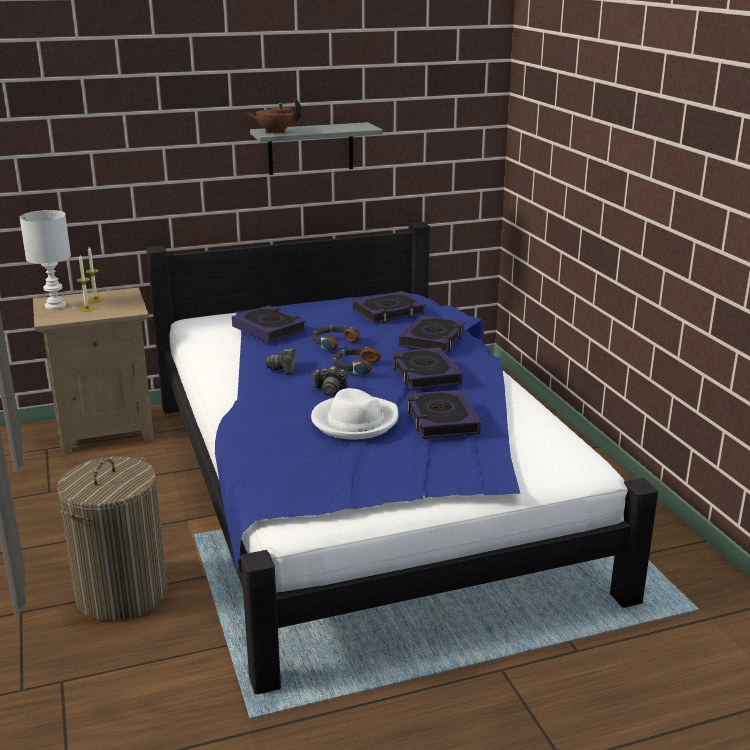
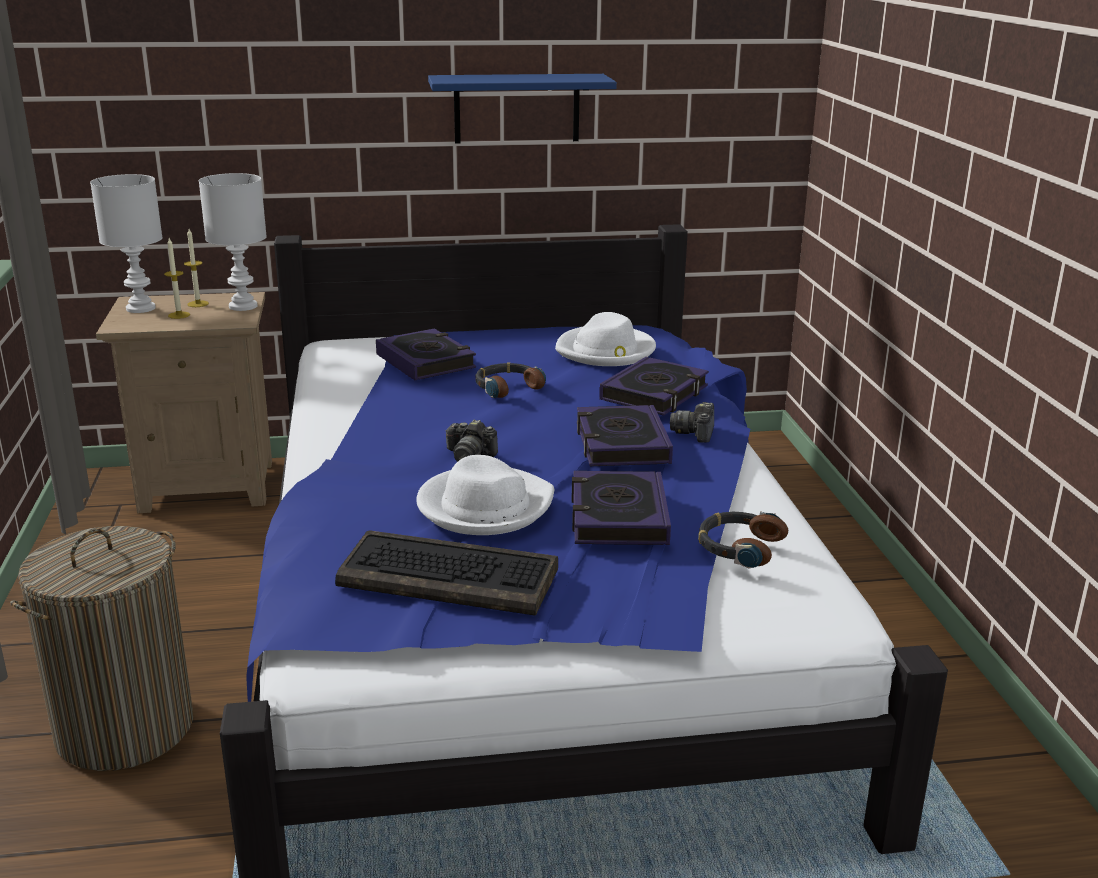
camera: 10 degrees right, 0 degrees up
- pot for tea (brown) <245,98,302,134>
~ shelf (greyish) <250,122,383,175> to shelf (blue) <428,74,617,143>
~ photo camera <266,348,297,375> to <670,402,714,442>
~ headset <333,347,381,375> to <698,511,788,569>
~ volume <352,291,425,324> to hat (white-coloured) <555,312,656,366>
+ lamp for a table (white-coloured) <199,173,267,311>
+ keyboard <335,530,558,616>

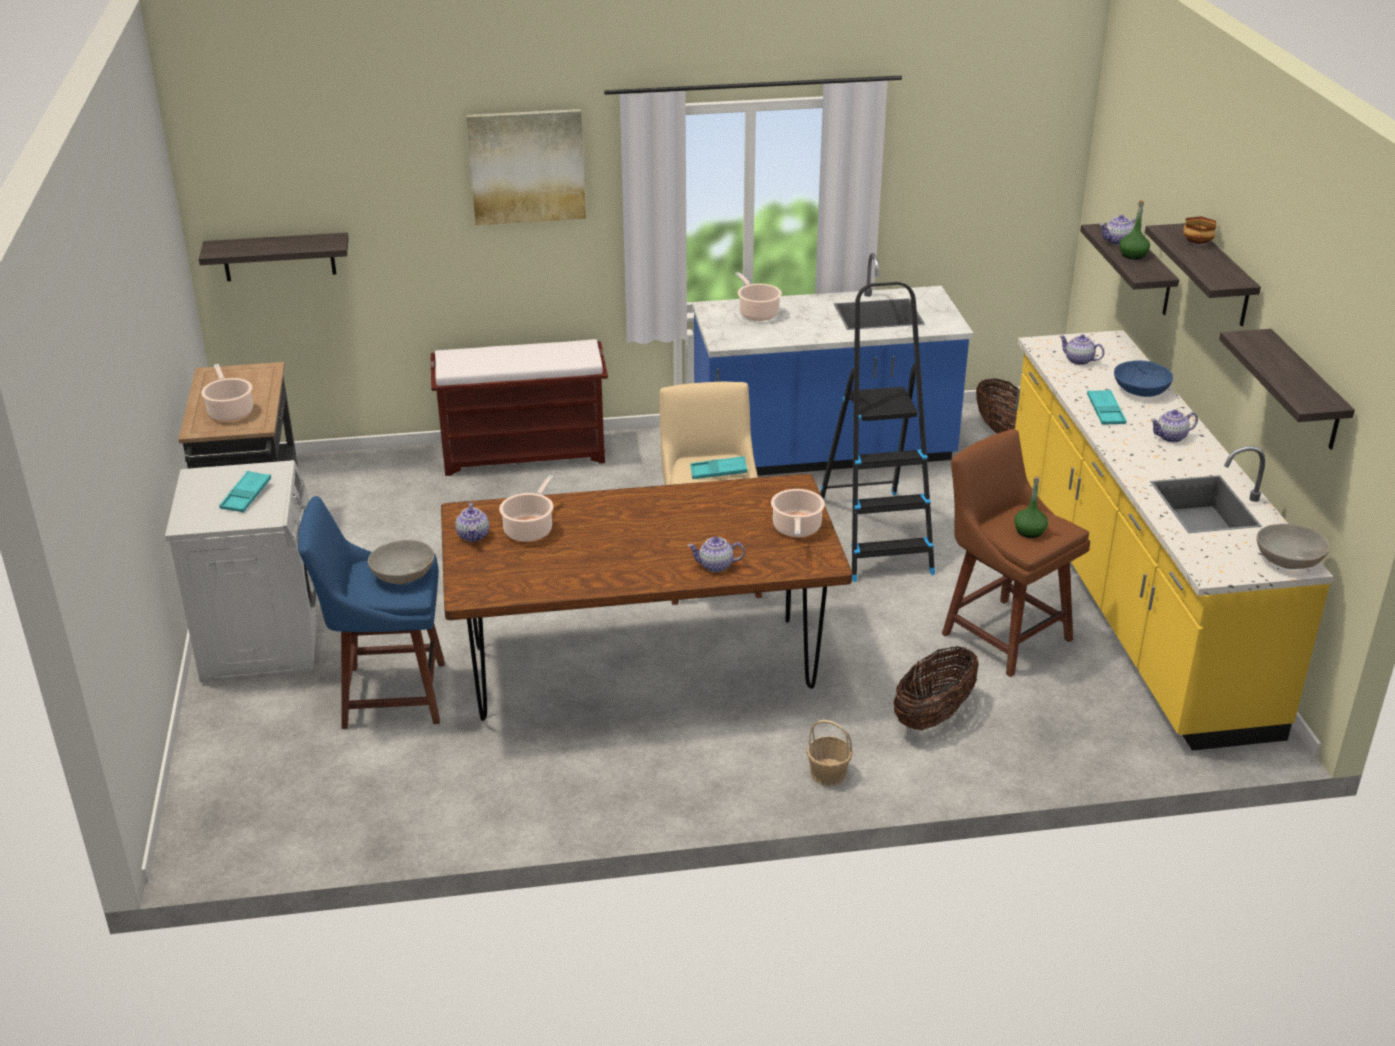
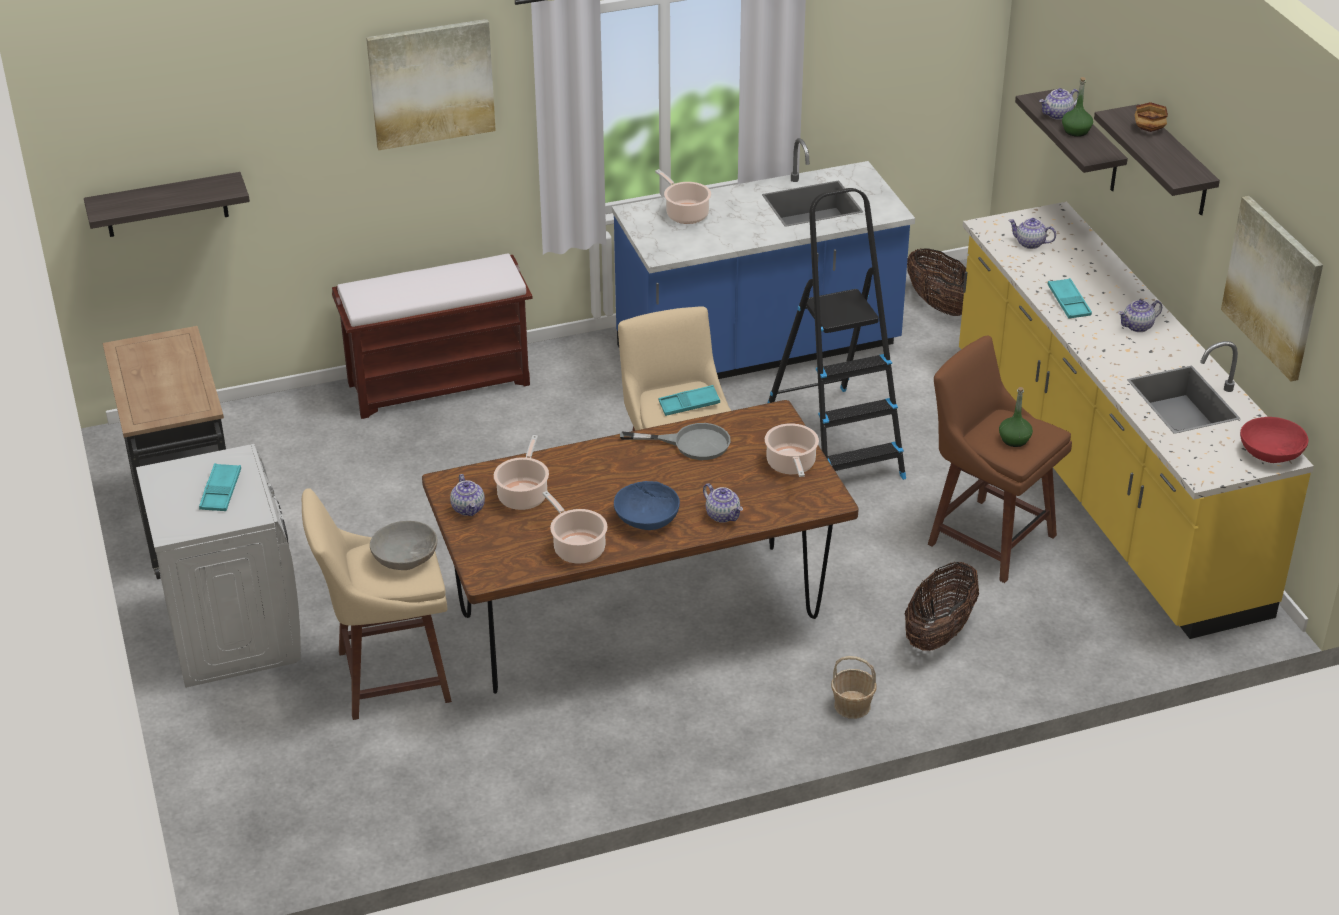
camera: 10 degrees left, 5 degrees up
~ saucepot <201,364,253,421> to <543,491,608,564>
~ stool (blue) <298,496,445,729> to stool (beige-coloured) <302,488,452,720>
~ pot for tea <688,537,745,572> = <703,483,743,523> 120 degrees counterclockwise
~ serving bowl (blue) <1114,360,1173,397> to <614,481,680,530>
~ shelf <1219,329,1355,449> to wall picture <1221,196,1323,381>
~ serving bowl (greyish) <1257,524,1329,569> to serving bowl (red) <1240,417,1309,463>
+ skillet (greyish) <620,423,731,460>

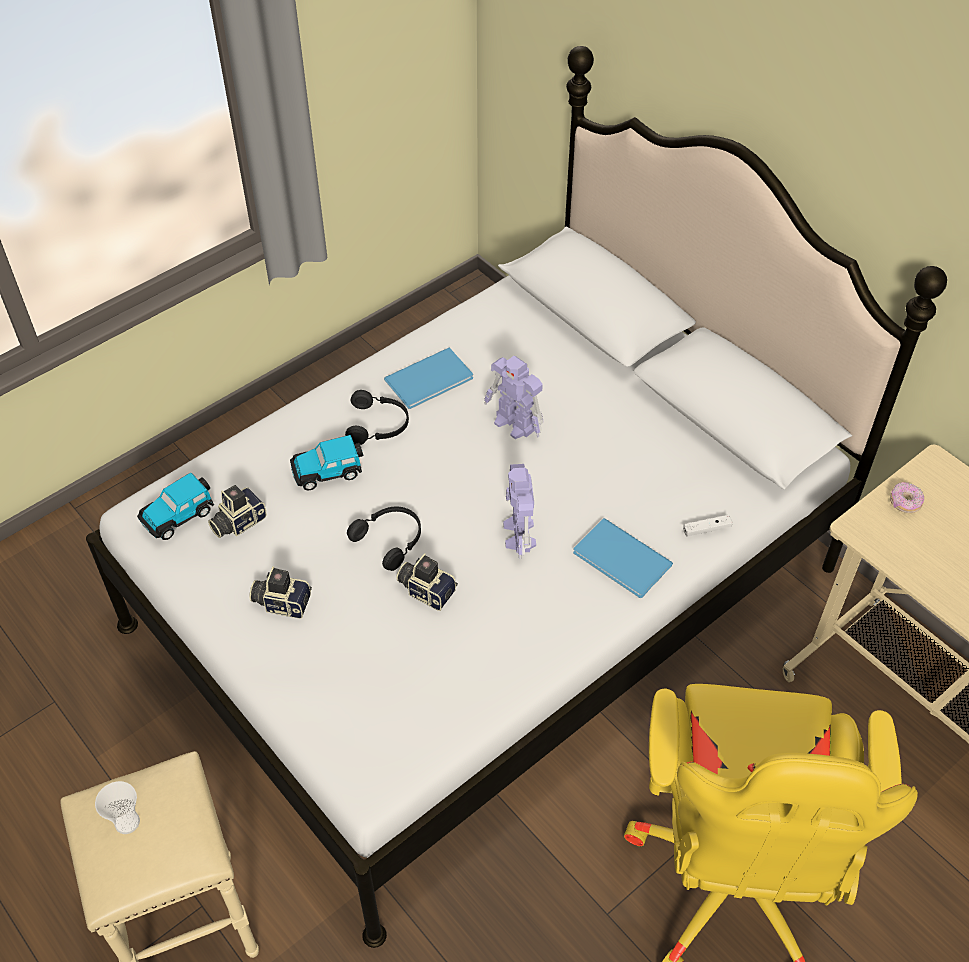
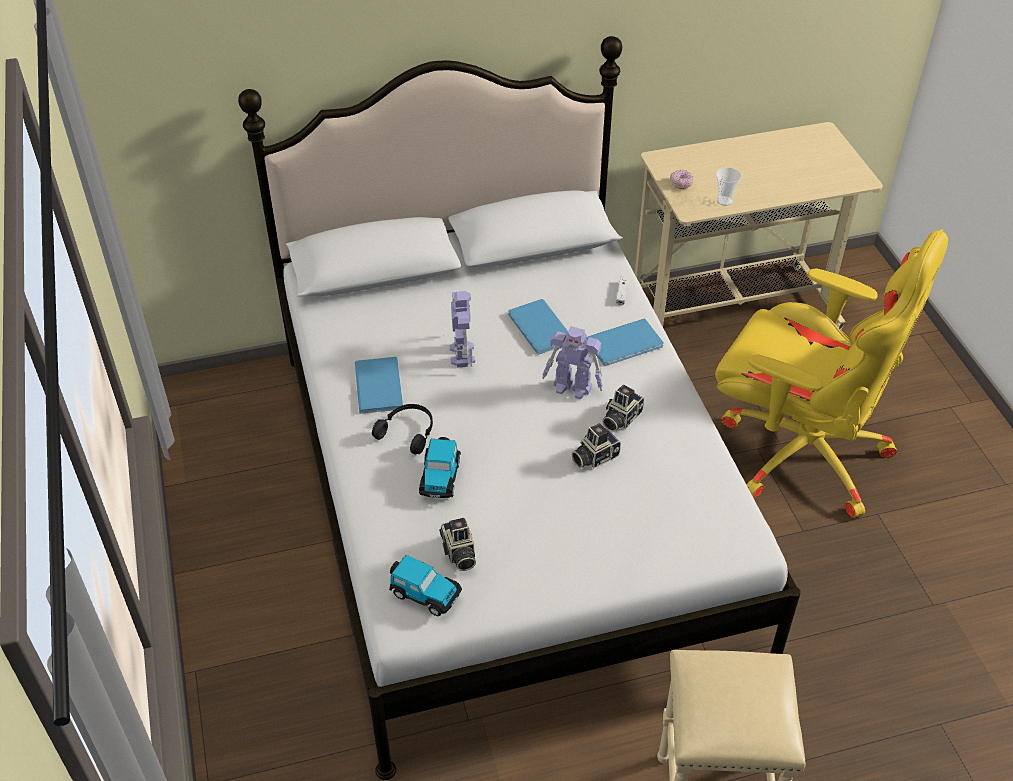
camera: 65 degrees left, 5 degrees down
~ drinking cup <95,781,140,834> to <716,167,742,206>
~ model car <137,473,214,540> = <389,555,462,616> 45 degrees counterclockwise
~ photo camera <249,566,312,619> to <602,385,644,432>
- headset (black) <347,507,421,571>
~ robot figure <484,356,544,439> = <449,291,475,367> 75 degrees counterclockwise
+ volume (blue) <508,299,568,355>

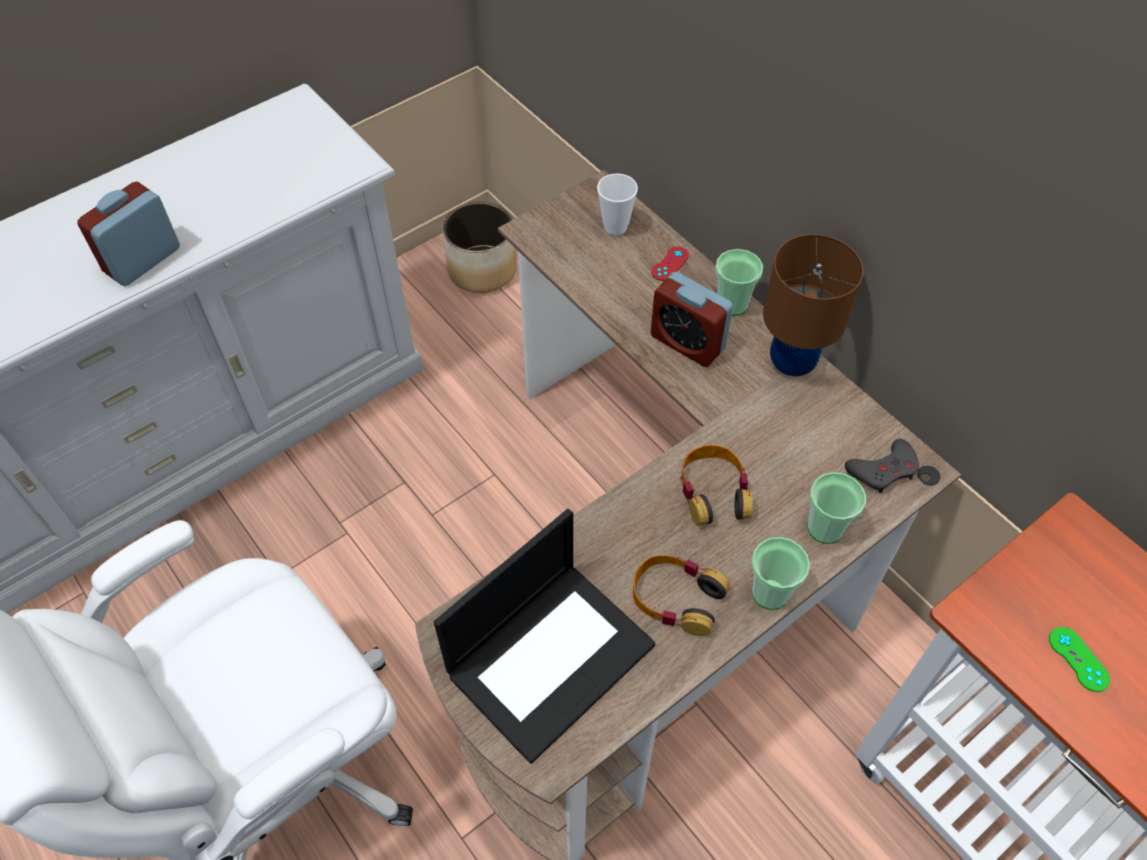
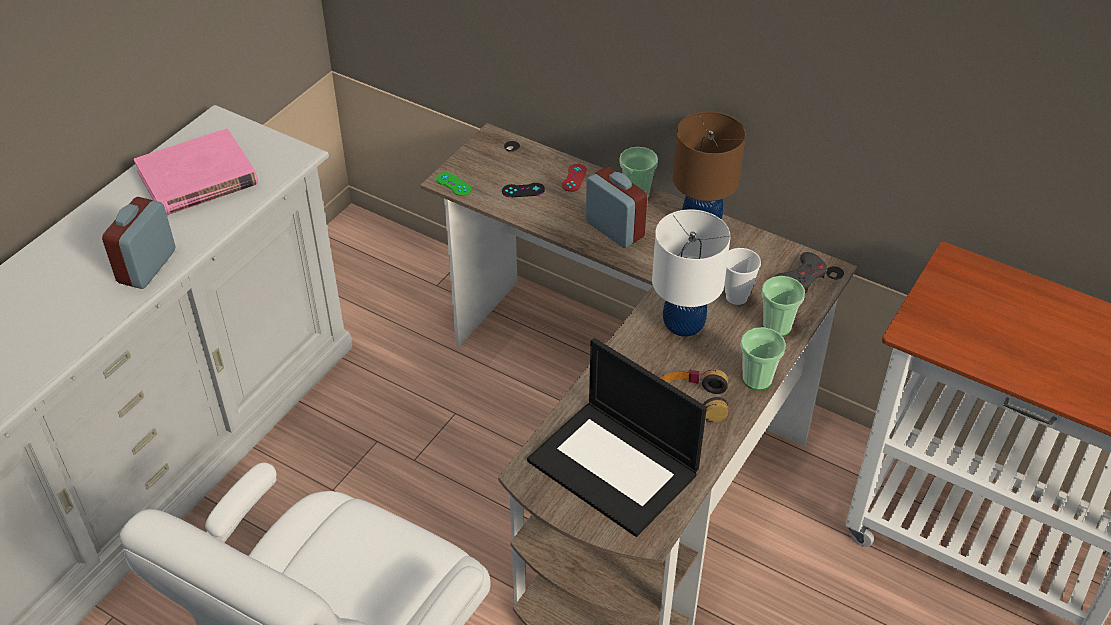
camera: 20 degrees left, 10 degrees down
~ laptop <434,509,656,764> = <527,338,707,537> 105 degrees clockwise
- flower pot <442,202,517,293>
~ drinking cup <597,174,638,235> to <725,248,761,305>
~ table clock <651,272,733,367> = <586,167,647,248> 150 degrees counterclockwise
~ headset <681,445,753,526> to lamp for a table (white-coloured) <652,209,730,337>
~ game controller (green) <1049,627,1110,692> to <436,172,472,196>
+ volume (pink) <134,128,258,215>
+ game controller (black) <502,183,545,198>

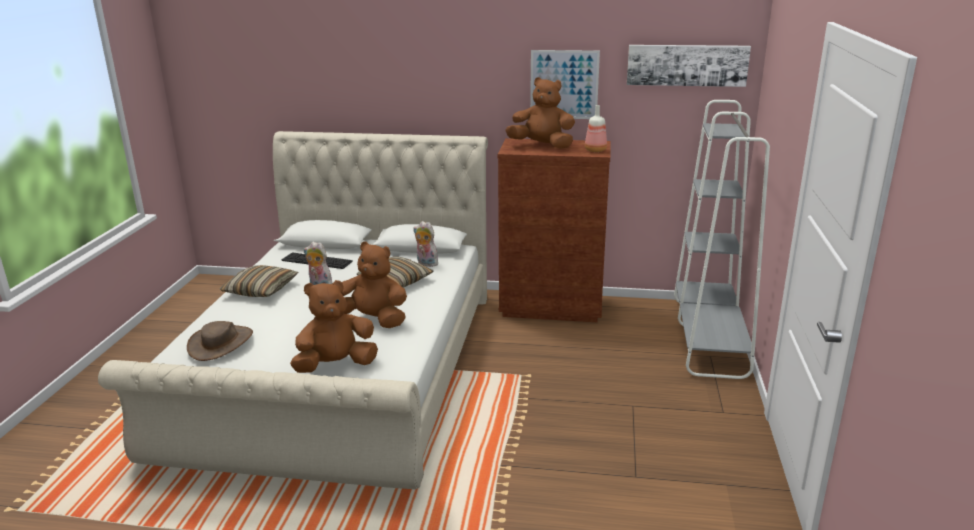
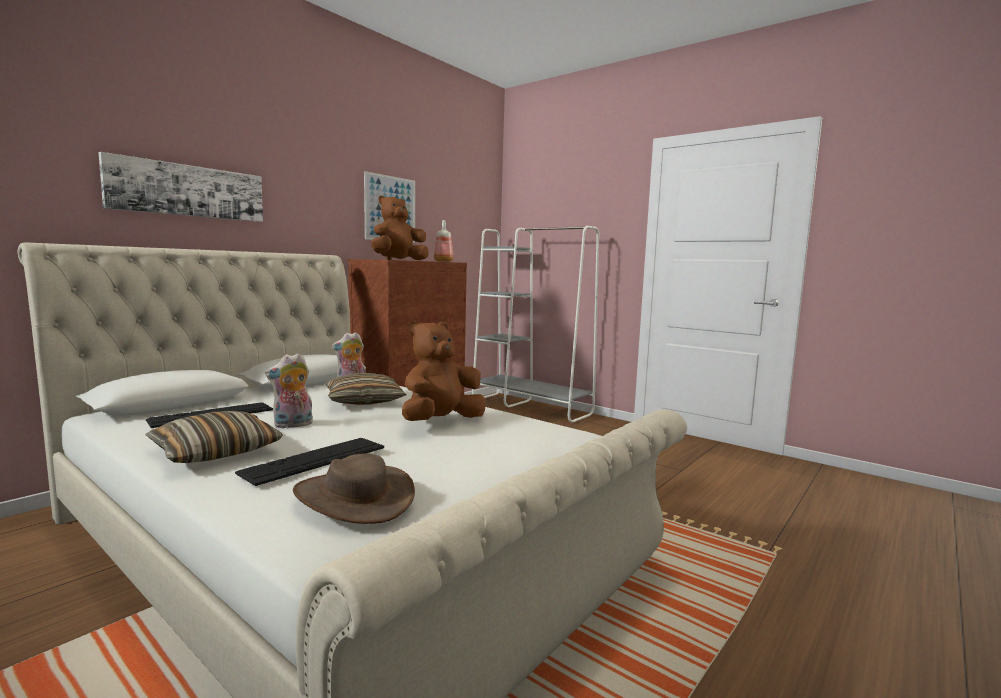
camera: 60 degrees left, 15 degrees down
- soft toy (brown) <290,280,378,373>
~ wall picture <627,45,751,87> to <98,152,263,222>
+ keyboard <235,438,384,486>

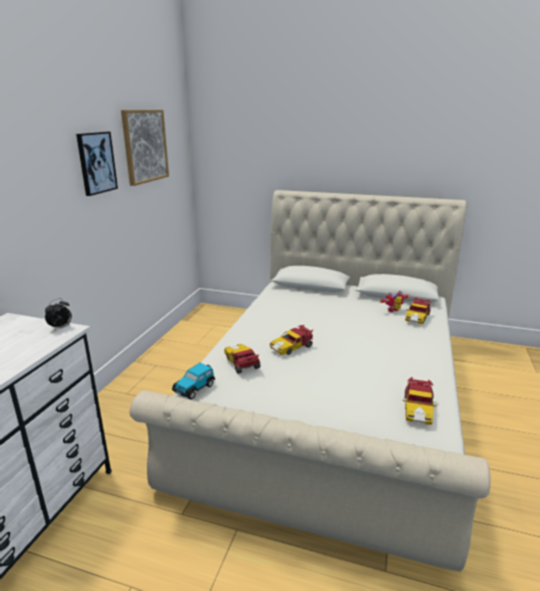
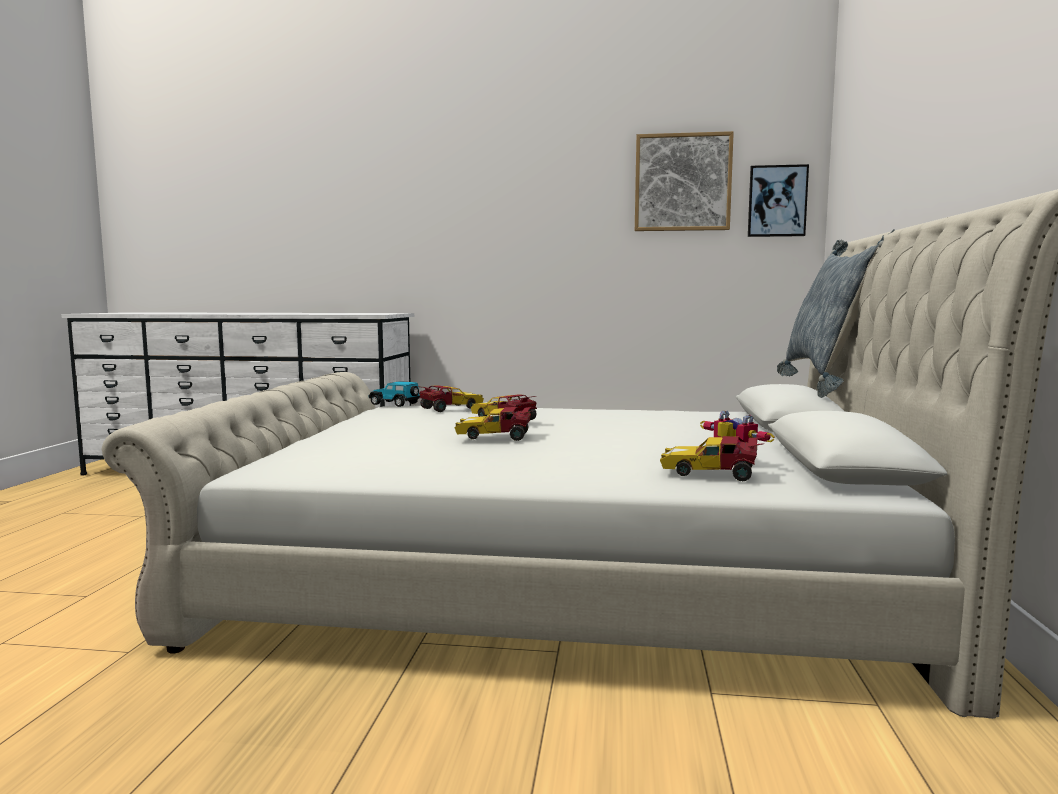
camera: 80 degrees right, 15 degrees down
- table clock <45,298,72,331>
~ wall picture <76,132,118,196> to <748,164,809,237>
~ model car <403,377,437,425> to <455,407,536,441>
+ throw pillow <777,230,894,398>

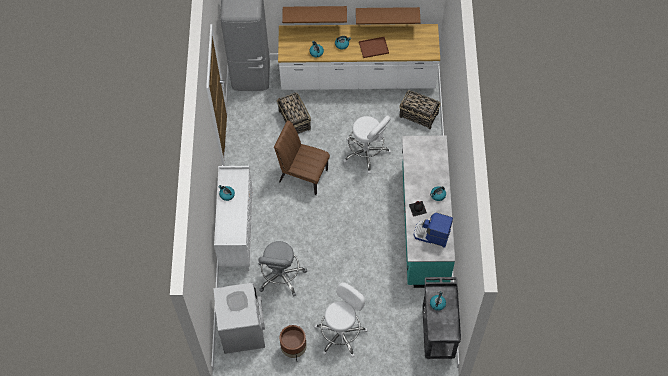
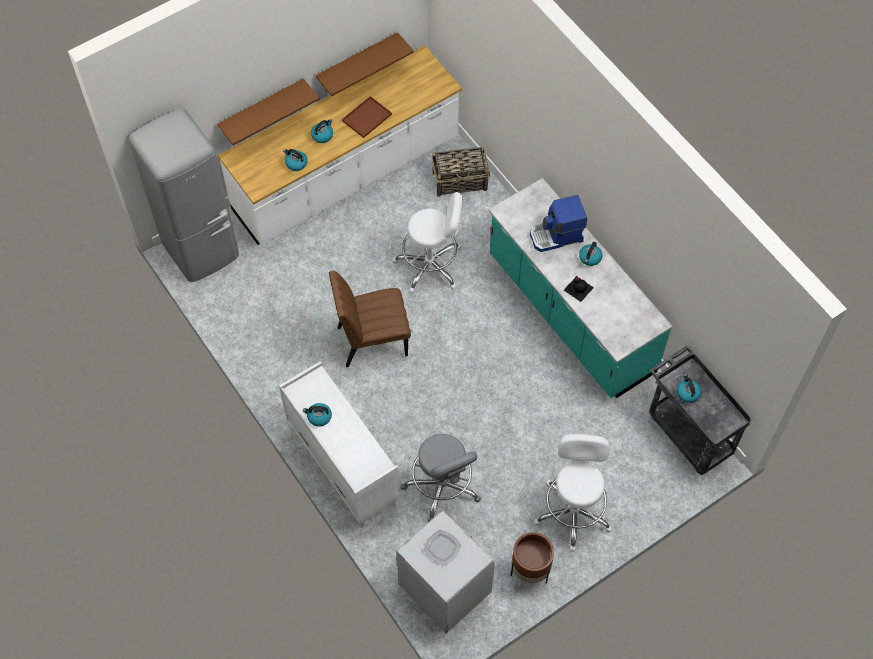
camera: 35 degrees left, 0 degrees up
- basket <277,92,311,134>
~ coffee maker <414,213,453,248> to <530,195,587,252>

